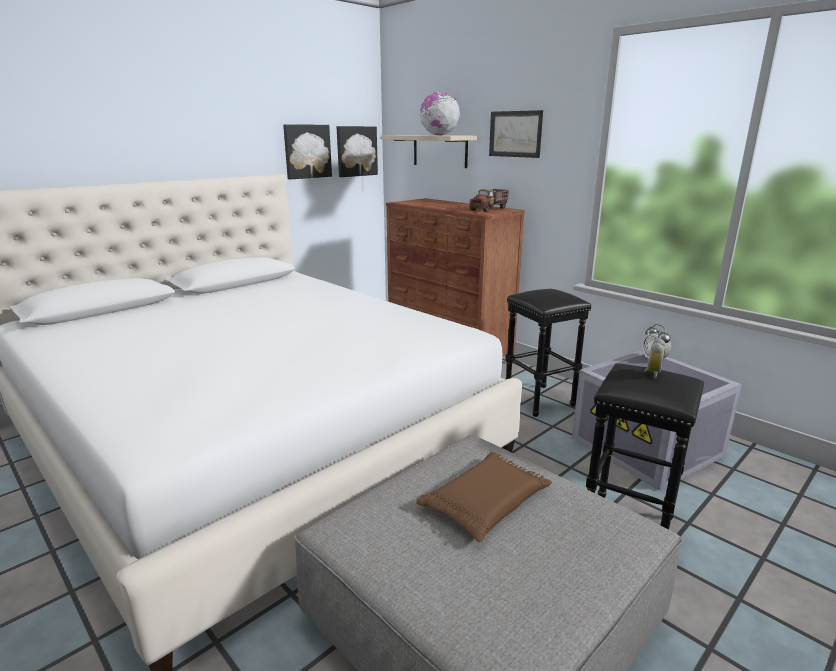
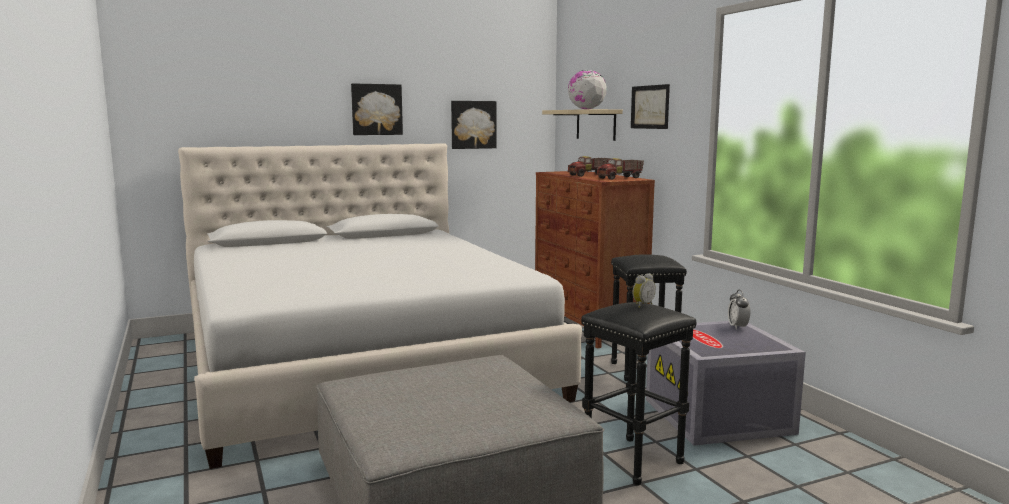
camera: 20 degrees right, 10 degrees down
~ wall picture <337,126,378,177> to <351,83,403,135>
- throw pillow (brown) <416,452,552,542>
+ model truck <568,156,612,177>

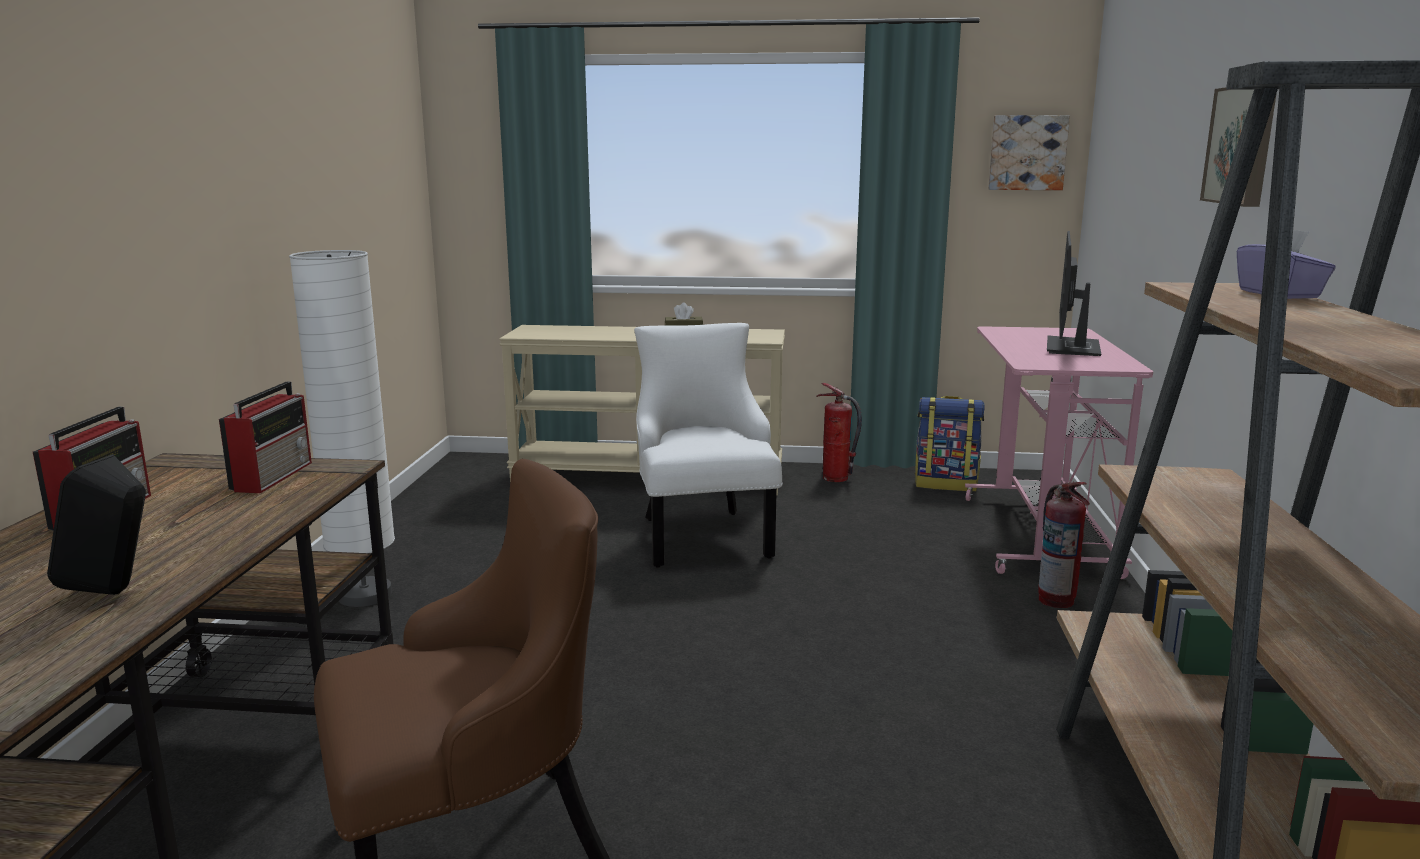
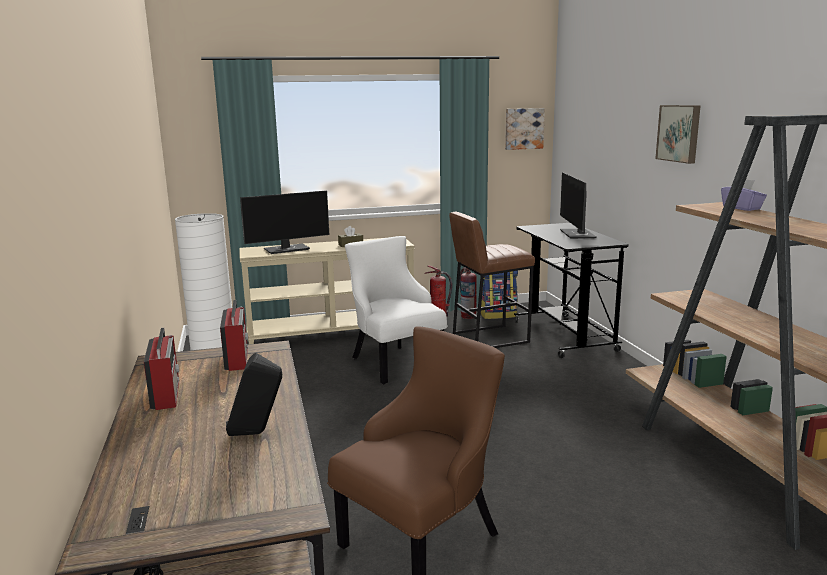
camera: 20 degrees left, 0 degrees up
~ desk unit (pink) <965,326,1153,579> to desk unit (black) <514,223,628,358>
~ fire-fighting cylinder <1038,482,1090,608> to <459,267,477,319>
+ computer screen <240,191,329,254>
+ stool (brown) <449,211,535,348>

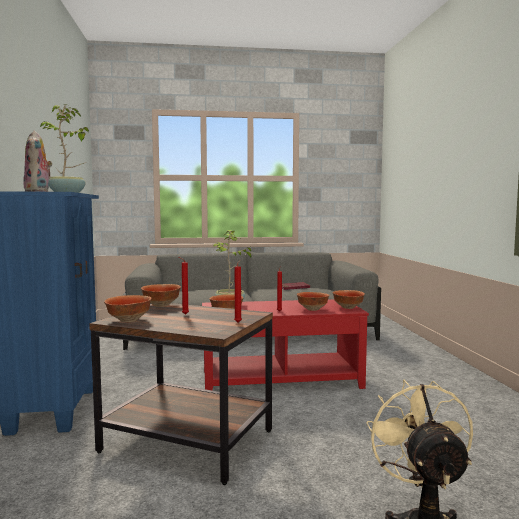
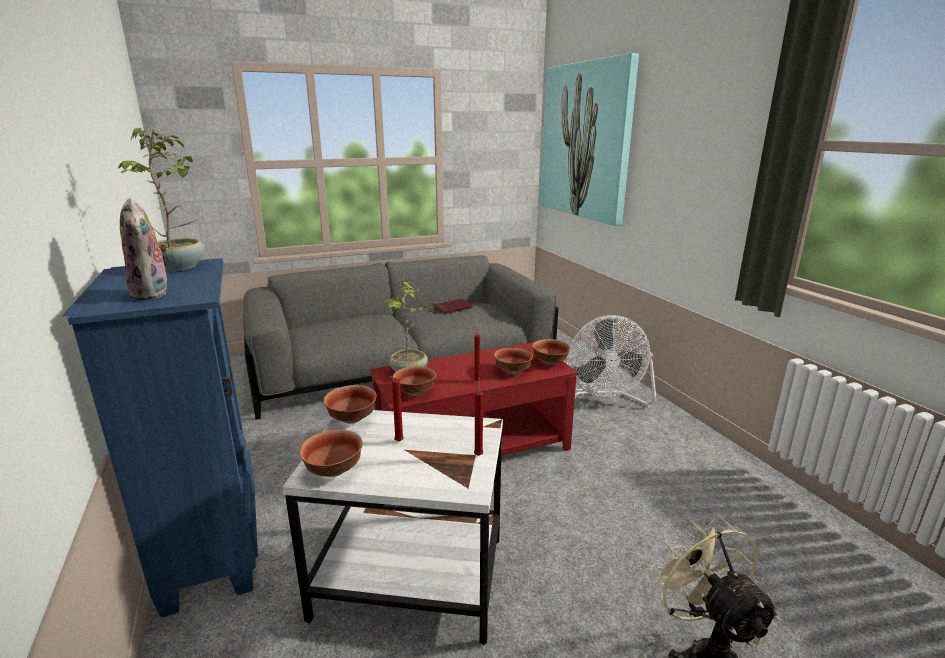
camera: 15 degrees left, 15 degrees up
~ end table (brown) <89,303,273,485> to end table (white-coloured) <283,410,503,645>
+ wall picture <540,53,639,226>
+ fan (white-coloured) <565,315,656,408>

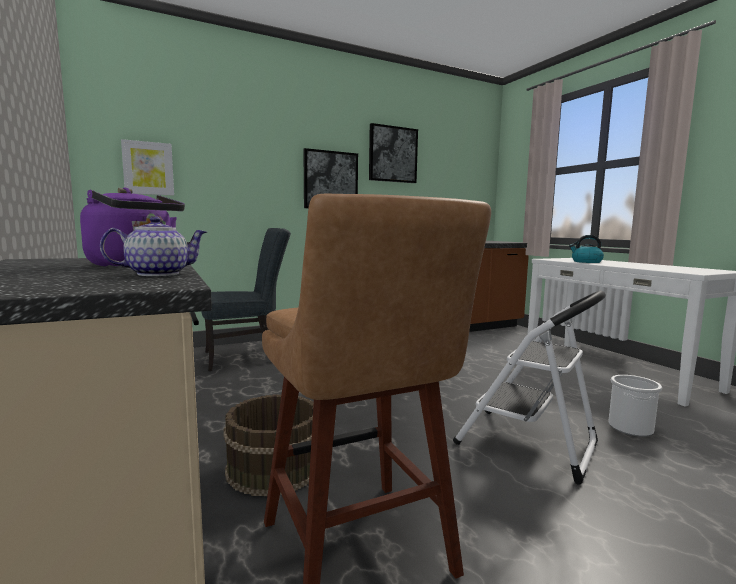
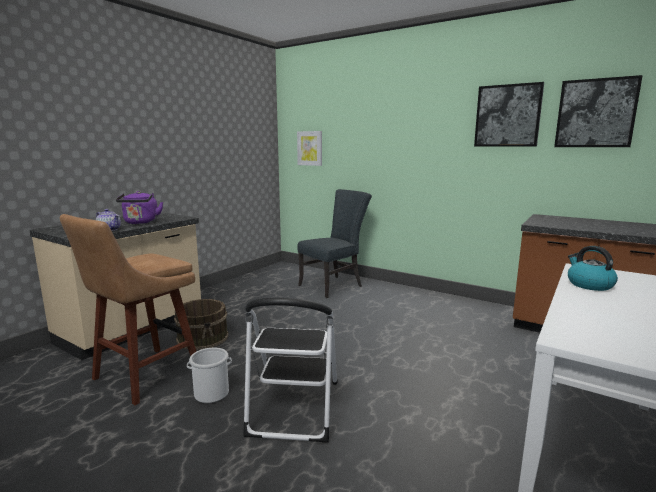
camera: 60 degrees right, 5 degrees up
~ chair (greyish) <201,228,291,371> = <297,189,372,298> 75 degrees counterclockwise
~ wall picture <303,148,358,208> to <554,75,643,147>
~ water bucket <608,375,662,437> to <187,348,232,403>

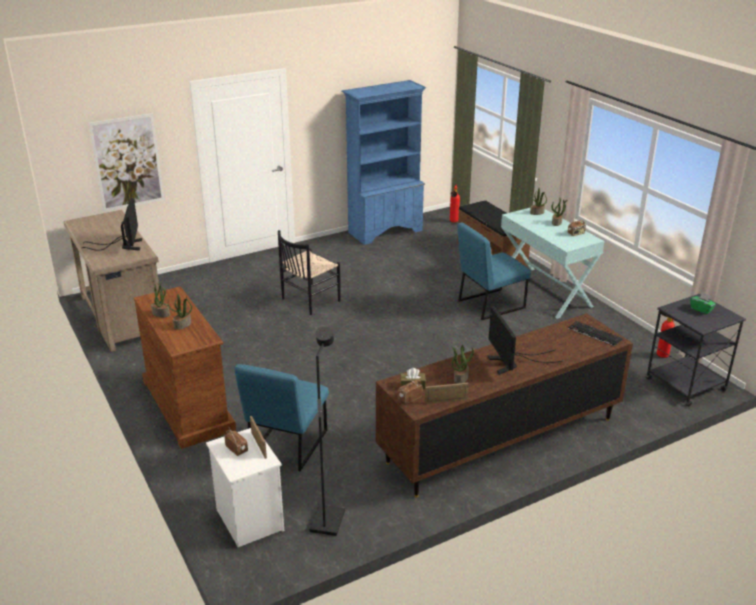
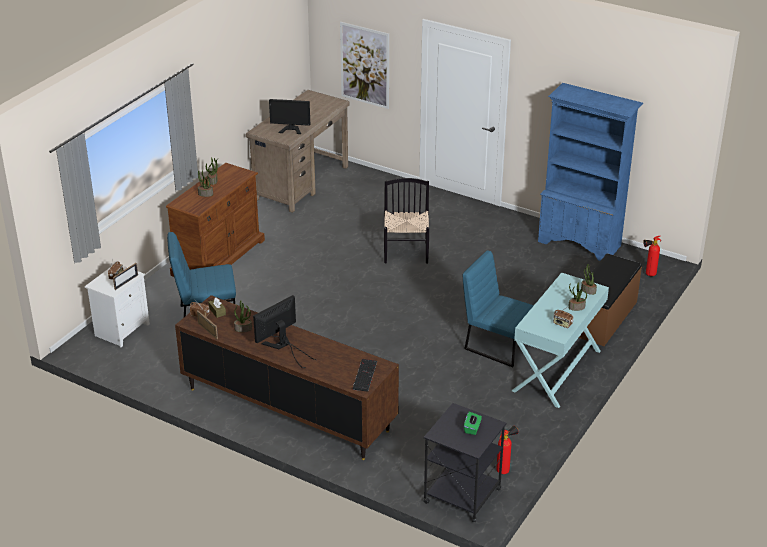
camera: 60 degrees right, 5 degrees up
~ computer screen <82,198,142,251> = <269,99,310,134> 45 degrees clockwise
~ chair (black) <278,230,341,315> = <384,178,429,264> 75 degrees clockwise
- standing lamp (black) <309,327,345,536>

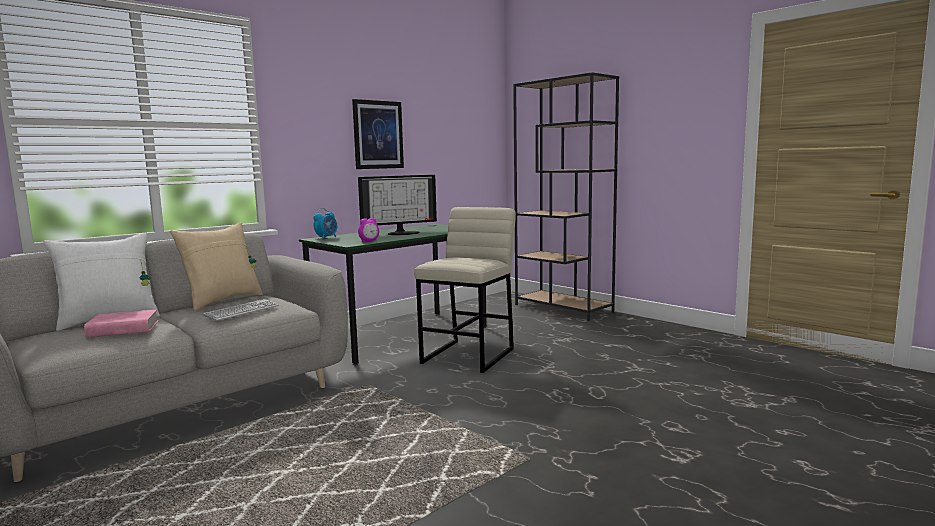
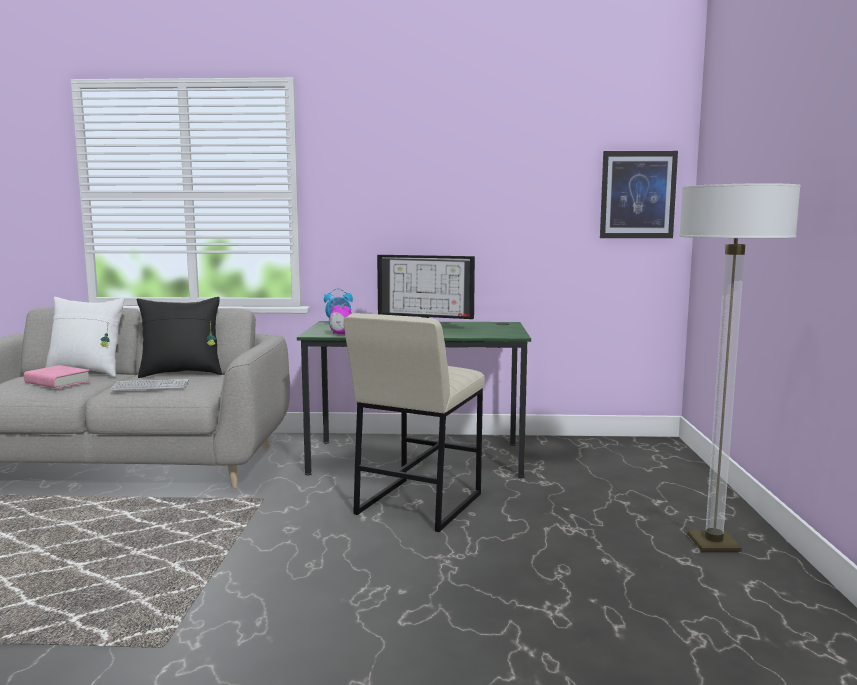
camera: 45 degrees right, 0 degrees up
~ throw pillow (beige-coloured) <170,222,263,311> to throw pillow (black) <137,297,222,378>
~ wall picture <352,99,404,169> to <600,151,678,238>
~ chair (beige-coloured) <414,207,516,373> = <344,313,485,532> 135 degrees clockwise
- bookcase <513,72,619,321>
+ standing lamp <679,183,801,552>

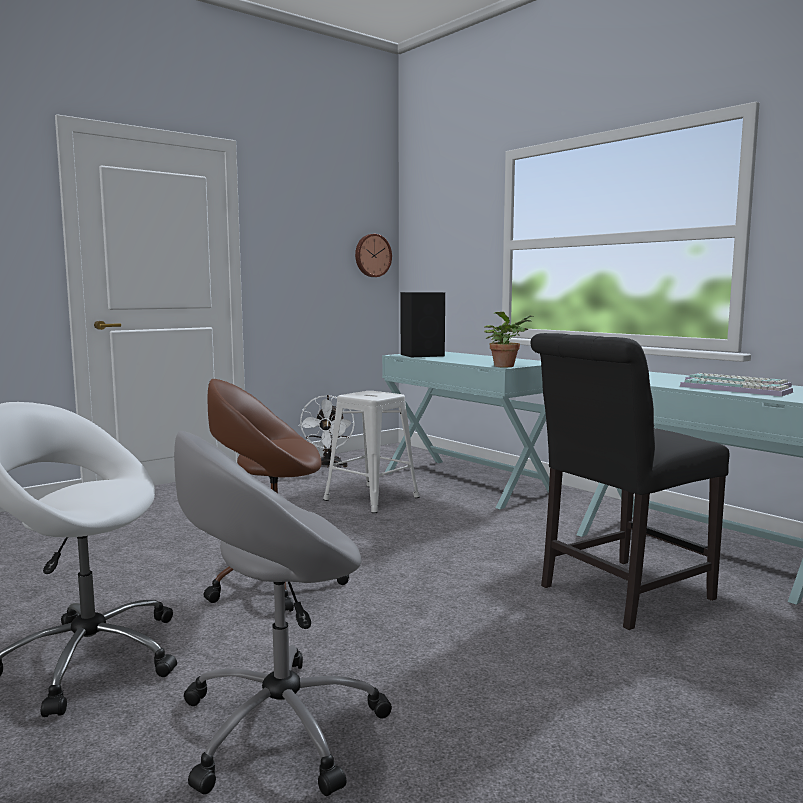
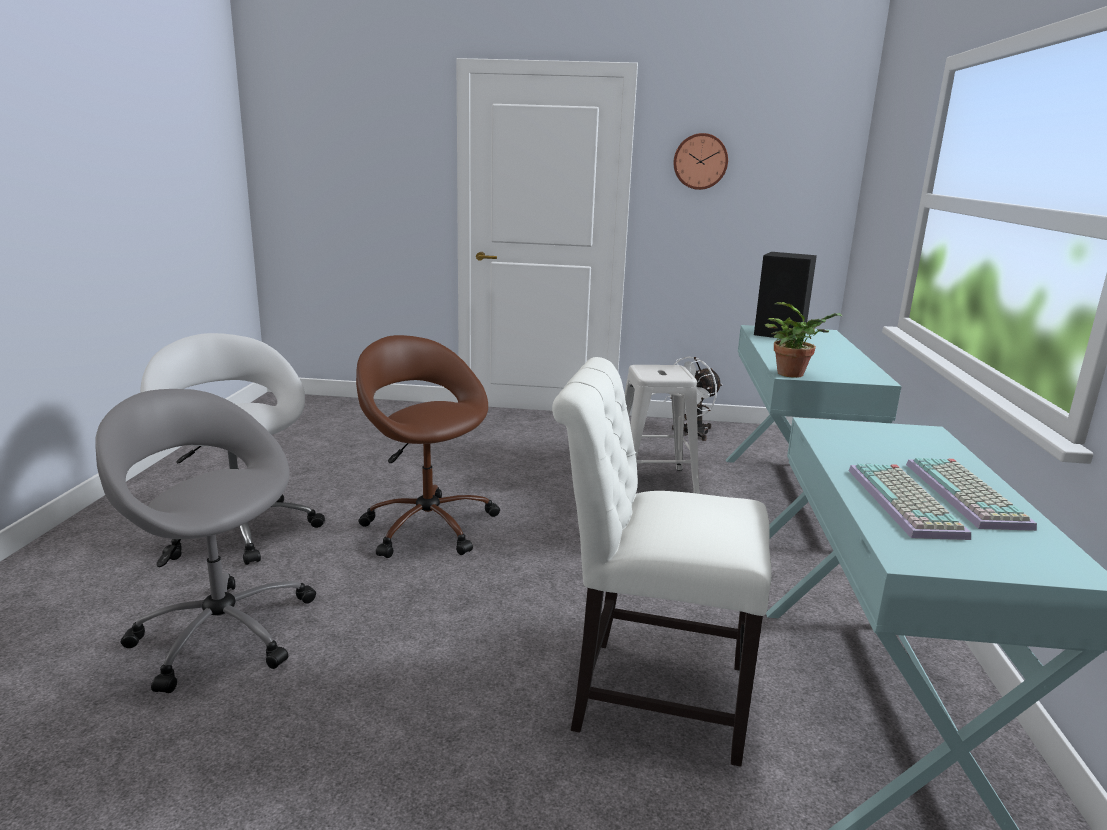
camera: 45 degrees right, 10 degrees up
~ wall clock <355,234,392,277> to <673,133,728,190>
~ chair (black) <531,333,729,630> to chair (white-coloured) <552,357,772,767>

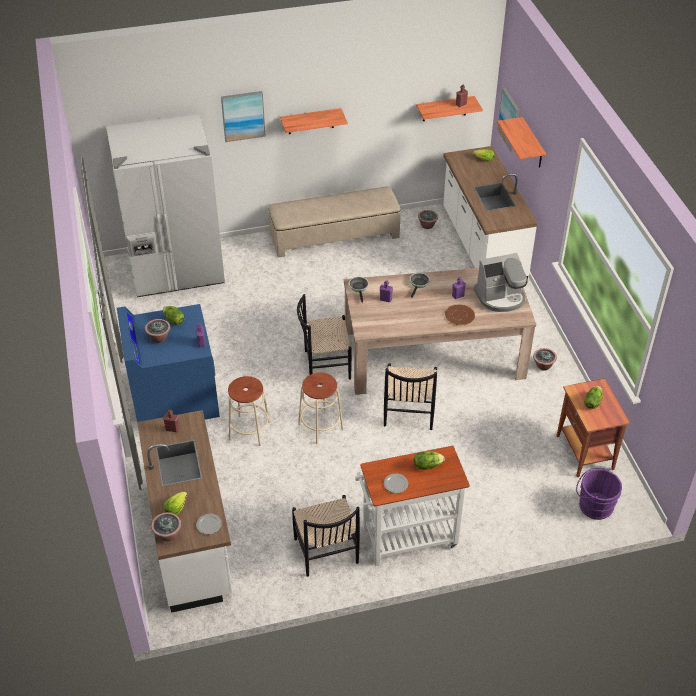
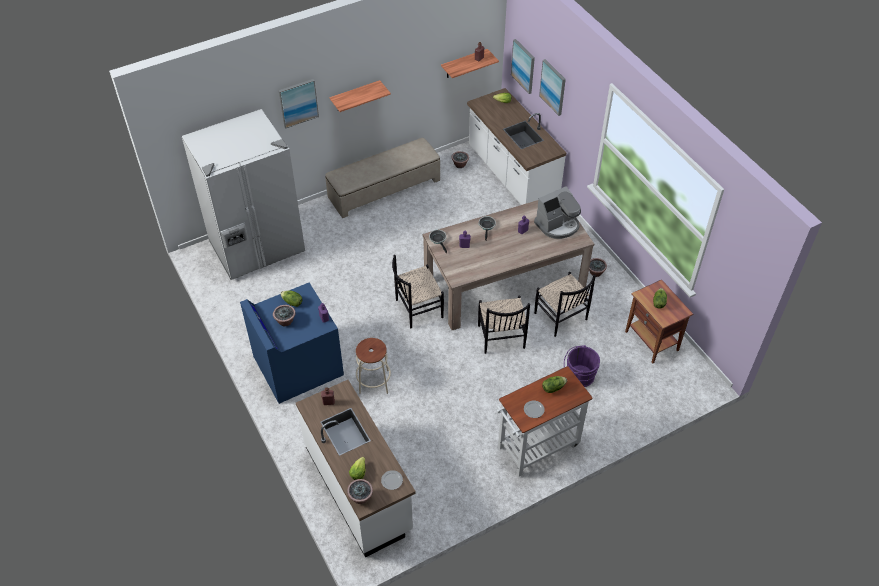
camera: 15 degrees left, 5 degrees up
~ chair (black) <292,495,360,577> to <534,272,596,337>
- stool (beige-coloured) <298,373,343,444>
- plate (brown) <445,304,475,325>
~ shelf <497,117,546,168> to wall picture <539,59,566,116>
~ water bucket (purple-coloured) <576,468,622,520> to <564,345,600,387>

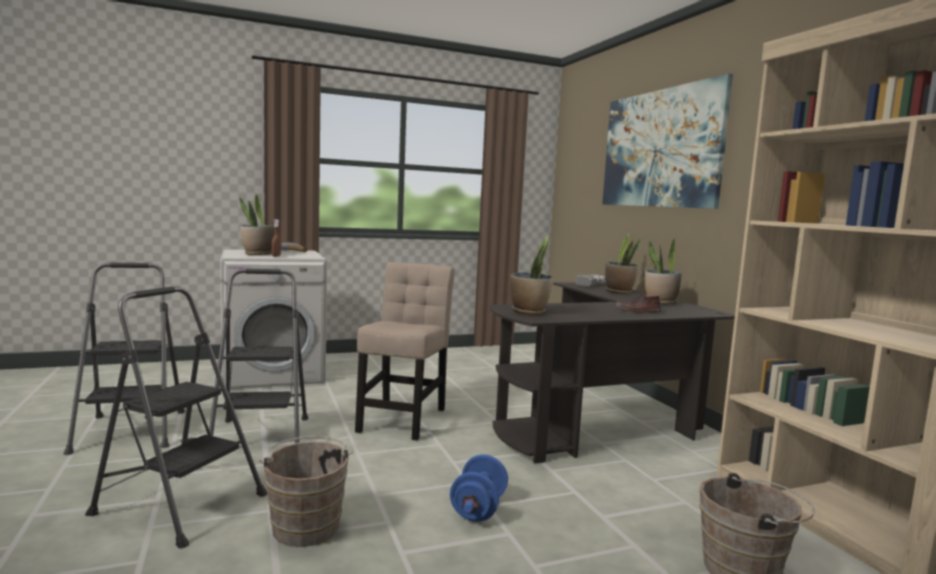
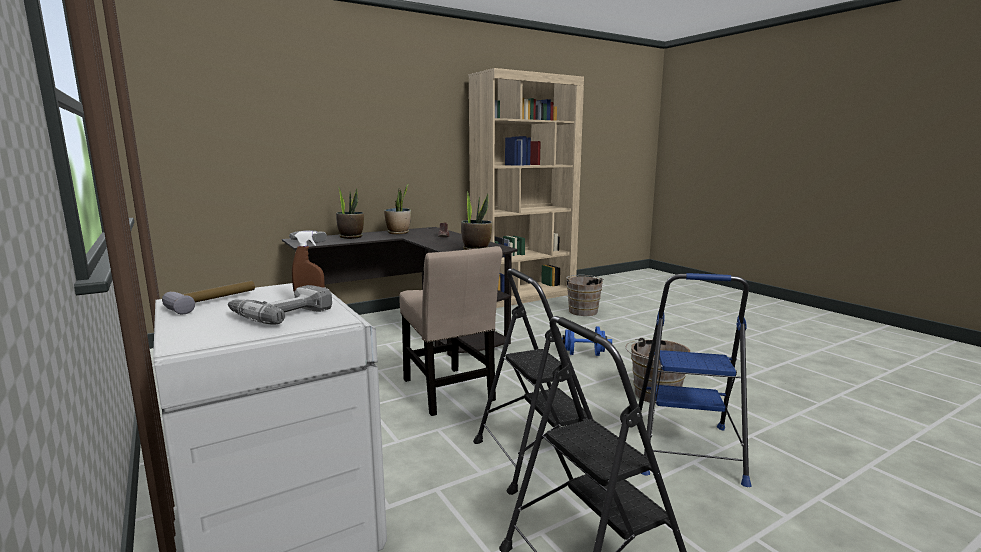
camera: 100 degrees left, 5 degrees up
~ step ladder (black) <85,286,268,549> to step ladder (blue) <639,273,752,487>
~ houseplant <240,194,274,255> to power drill <228,285,332,325>
~ chair (beige-coloured) <355,262,455,440> = <399,246,502,416> 120 degrees counterclockwise
- wall picture <602,73,733,209>

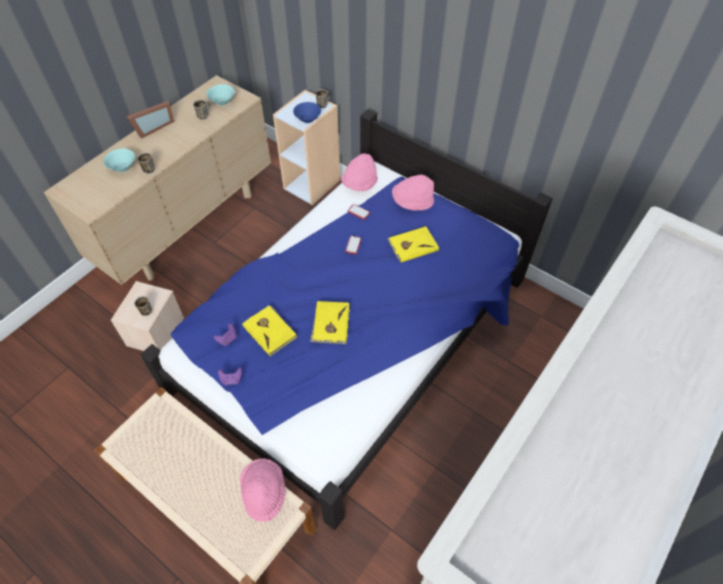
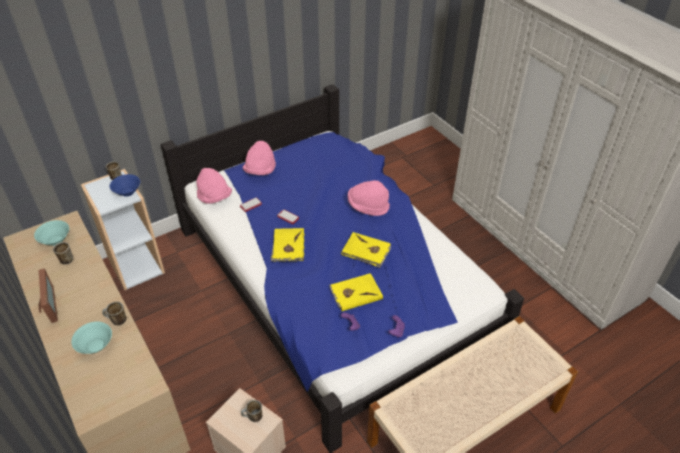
camera: 70 degrees left, 10 degrees down
~ hat (pink) <240,458,286,522> to <348,180,390,216>
~ volume (yellow-coloured) <387,226,439,262> to <271,228,304,262>

